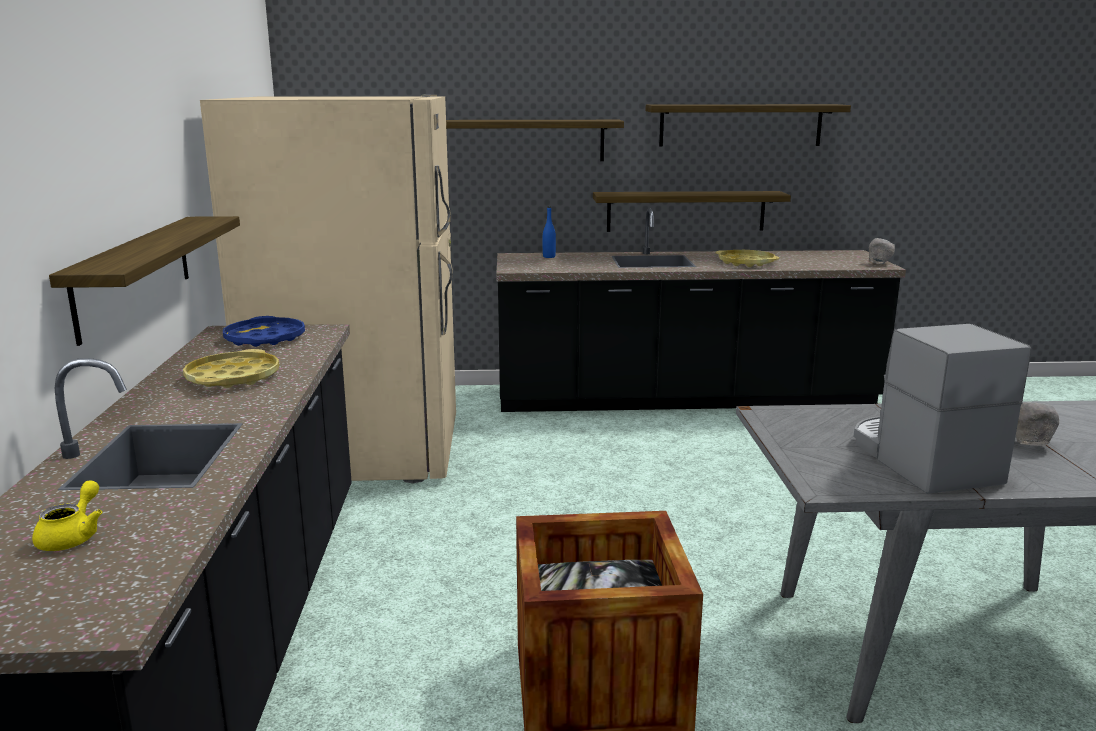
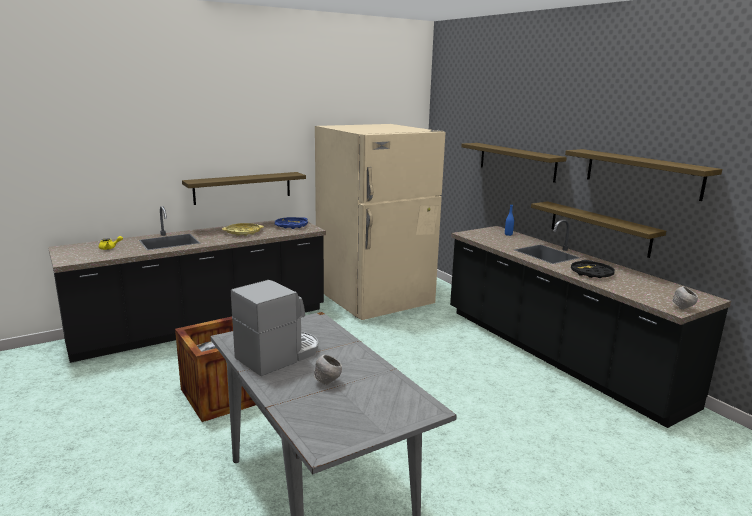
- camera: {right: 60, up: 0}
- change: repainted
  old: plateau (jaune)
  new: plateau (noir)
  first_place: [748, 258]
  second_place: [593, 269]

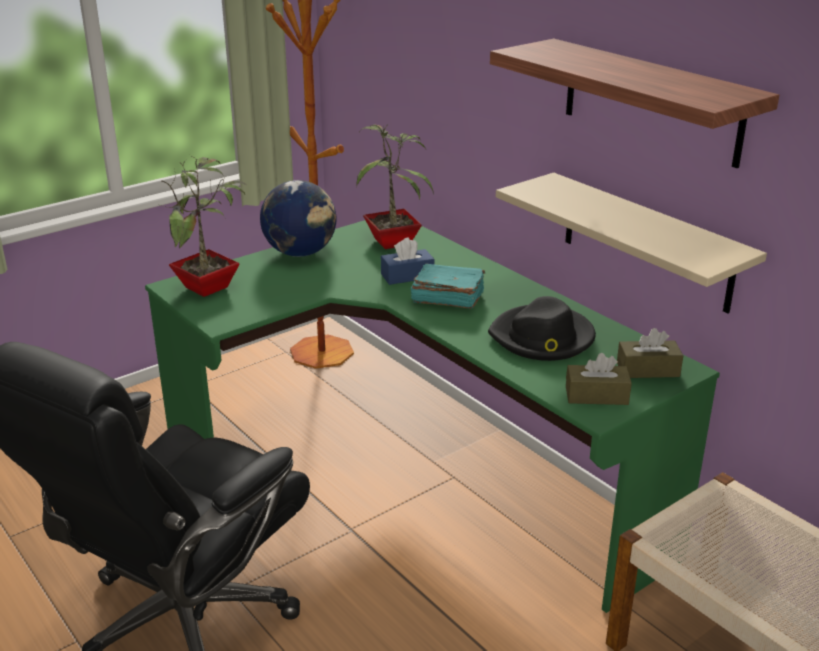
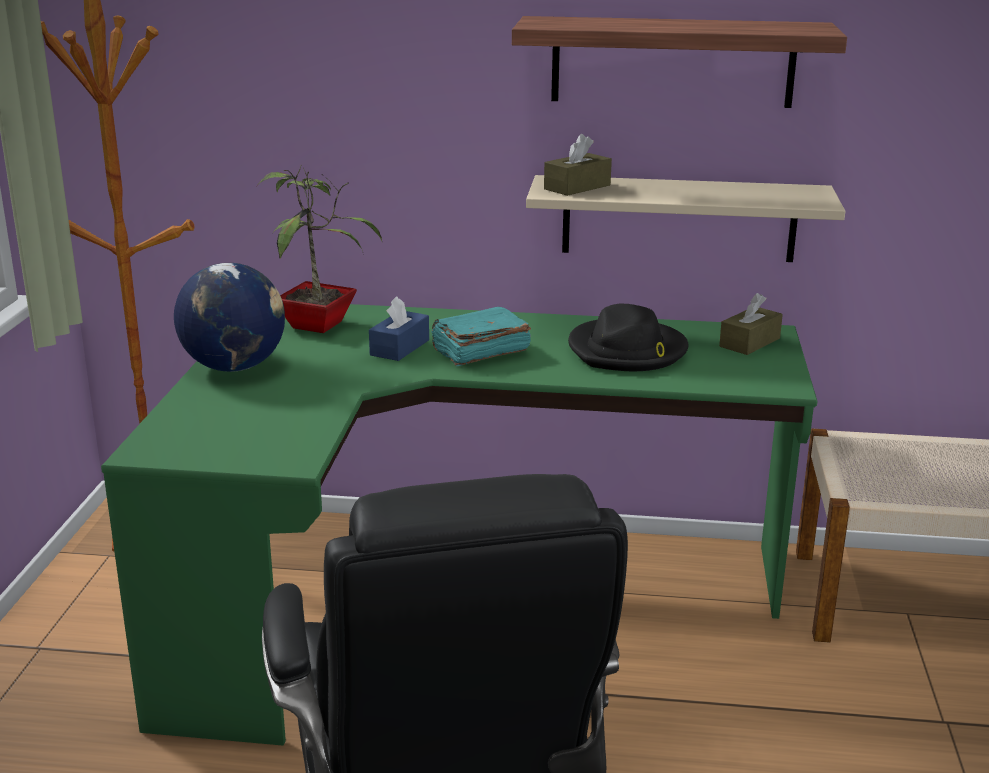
- camera: {right: -45, up: -5}
- change: gone
  old: plante en pot
  first_place: [203, 226]
- change: shifted
  old: boîte à mouchoirs (marron)
  first_place: [599, 379]
  second_place: [578, 165]

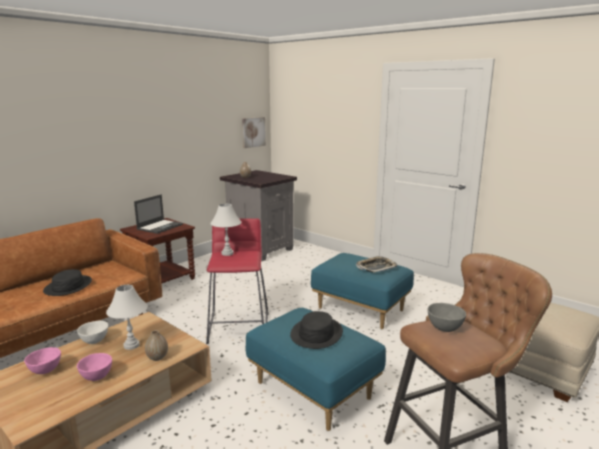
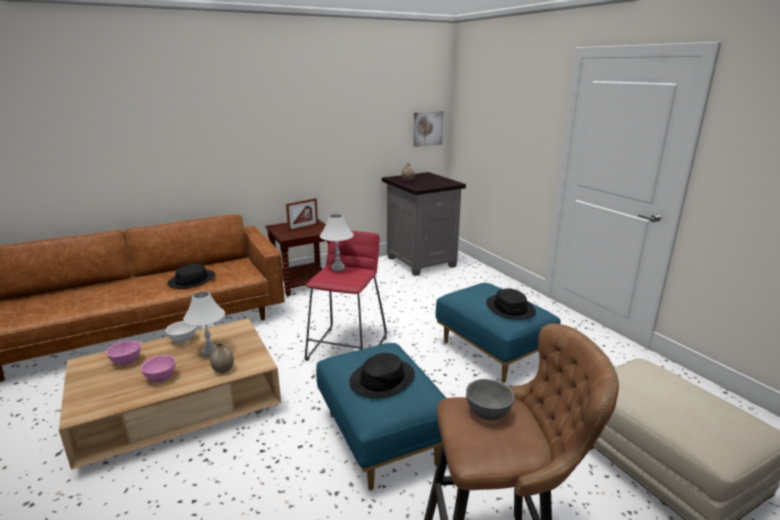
- camera: {right: 20, up: 5}
- change: swapped
  old: ordinateur portable
  new: cadre photo
  first_place: [158, 214]
  second_place: [302, 215]
- change: swapped
  old: plateau
  new: chapeau (noir)
  first_place: [377, 264]
  second_place: [511, 304]

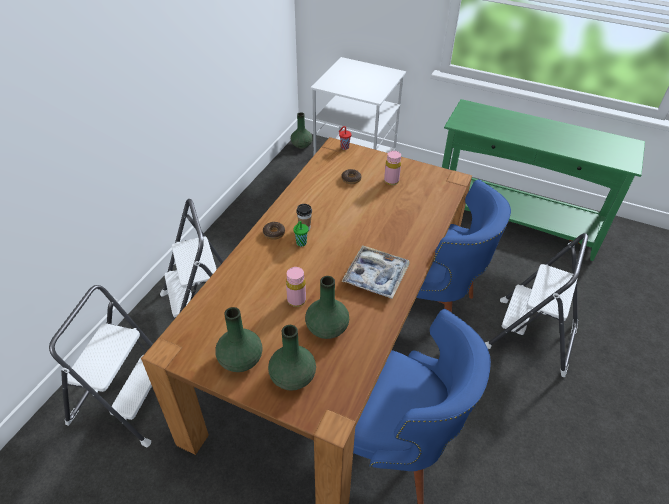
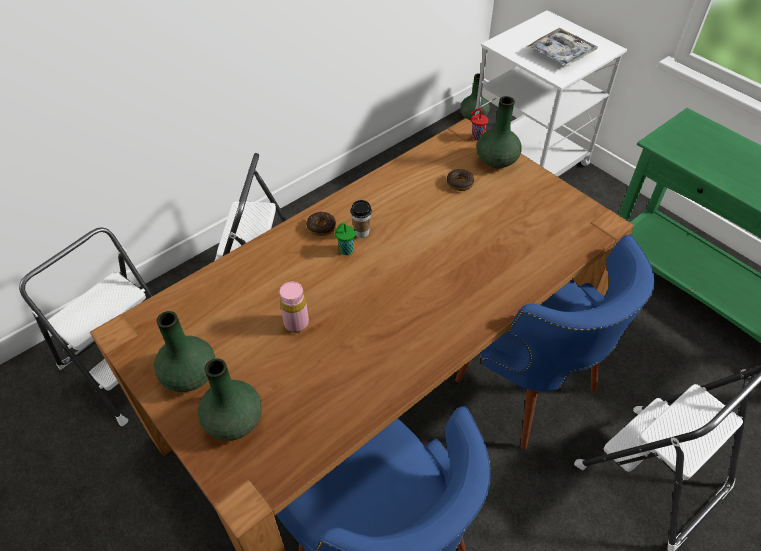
- camera: {right: 25, up: 5}
- change: shifted
  old: vase (vert)
  first_place: [327, 307]
  second_place: [499, 132]
- change: shifted
  old: plateau
  first_place: [375, 272]
  second_place: [563, 47]
- change: gone
  old: bouteille (rose)
  first_place: [392, 168]

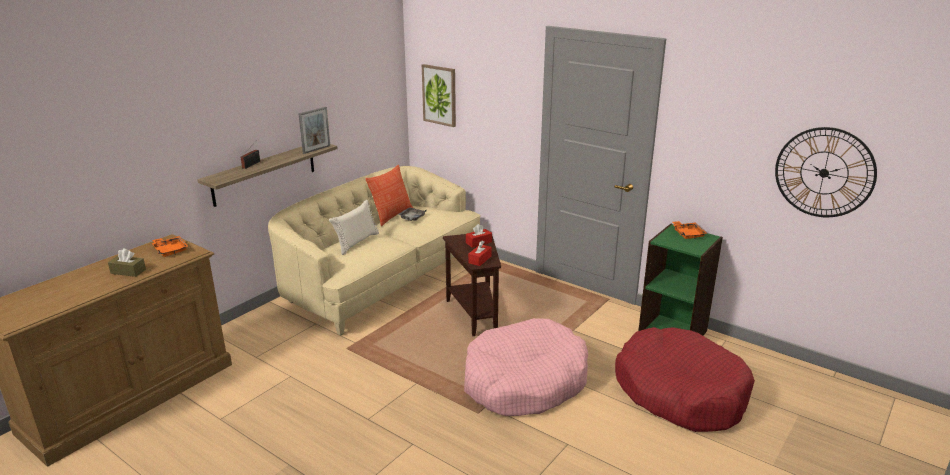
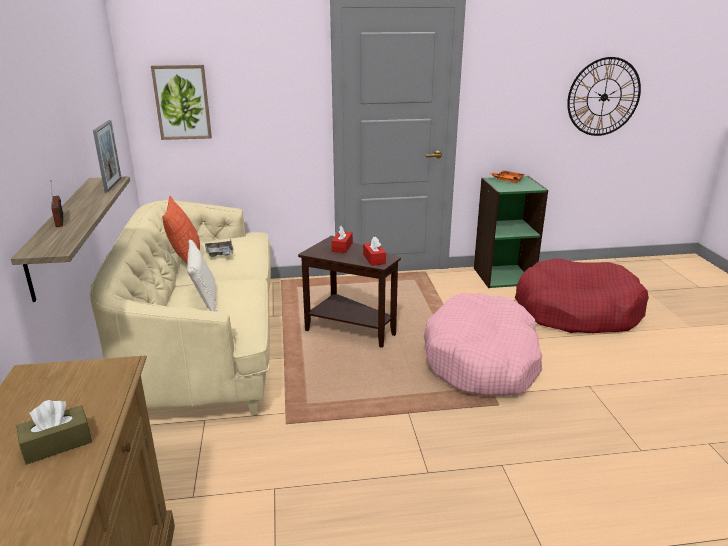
- camera: {right: -45, up: 0}
- change: gone
  old: plateau (orange)
  first_place: [170, 246]

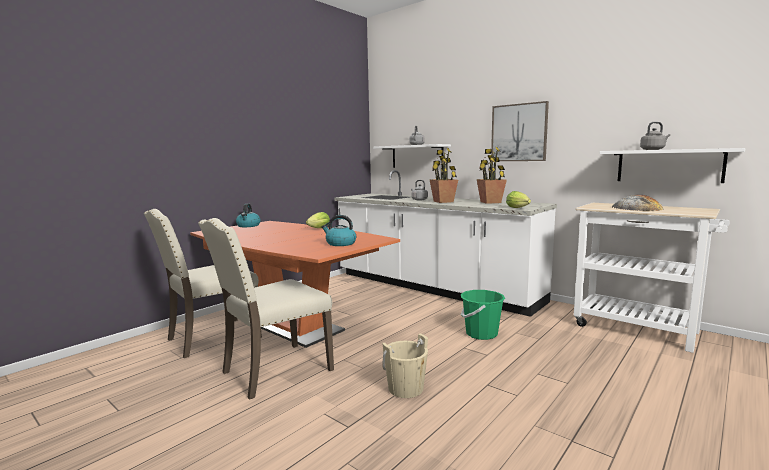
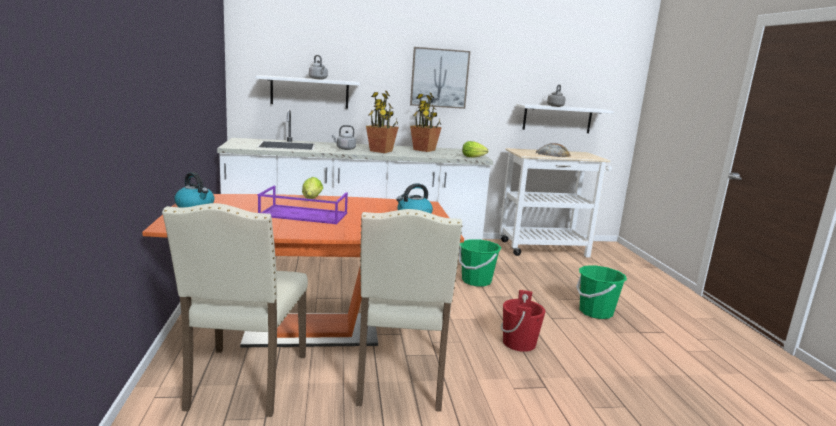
- camera: {right: -50, up: 5}
- change: repainted
  old: seau (beige)
  new: seau (rouge)
  first_place: [405, 365]
  second_place: [523, 321]
- change: new
  new: plateau (violet)
  second_place: [303, 205]
- change: new
  new: seau (vert)
  second_place: [601, 292]

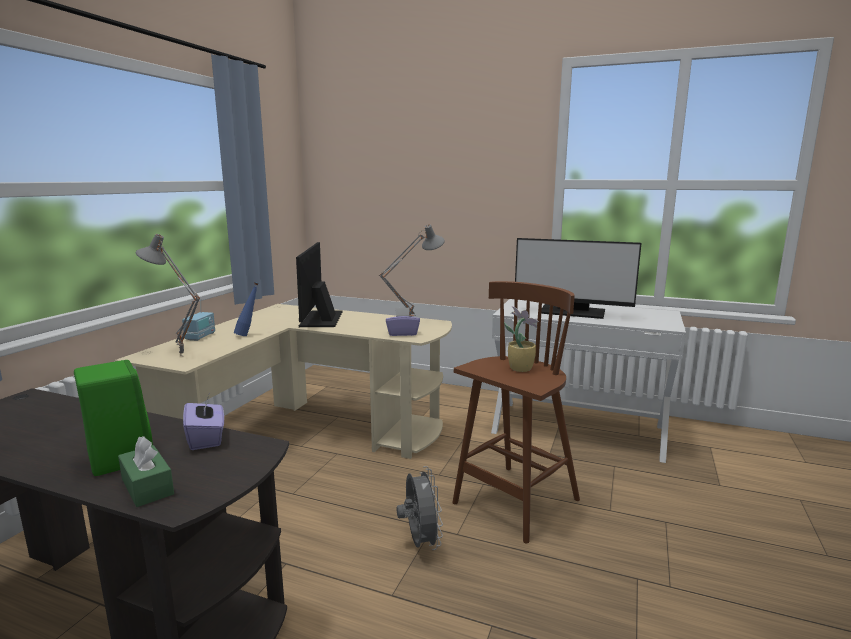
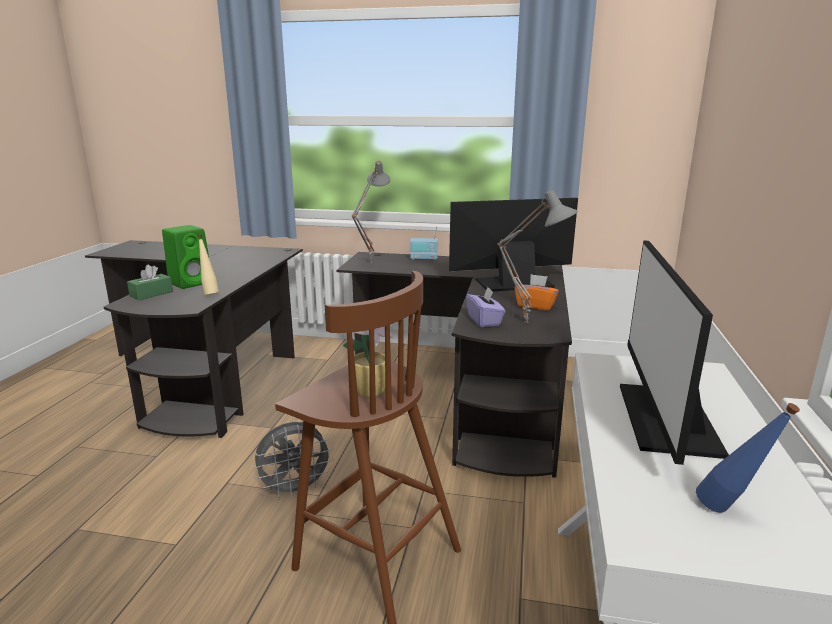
- camera: {right: 80, up: 5}
- change: repainted
  old: bureau (beige)
  new: bureau (noir)
  first_place: [283, 381]
  second_place: [454, 365]
- change: swapped
  old: boîte à mouchoirs (violet)
  new: bouteille (beige)
  first_place: [203, 422]
  second_place: [208, 264]
- change: shifted
  old: bouteille (bleu)
  first_place: [246, 309]
  second_place: [748, 458]
- change: new
  new: boîte à mouchoirs (orange)
  second_place: [536, 292]

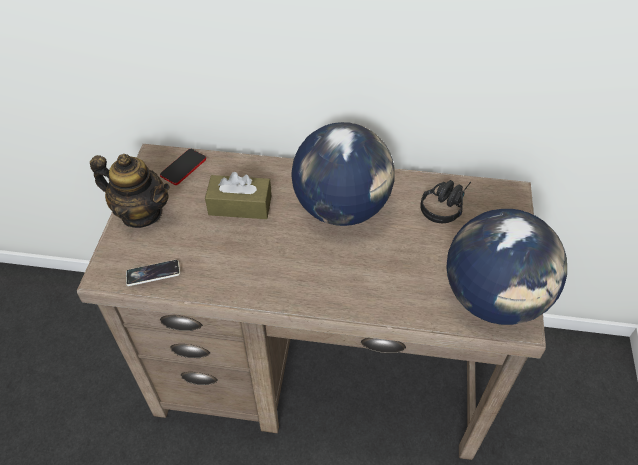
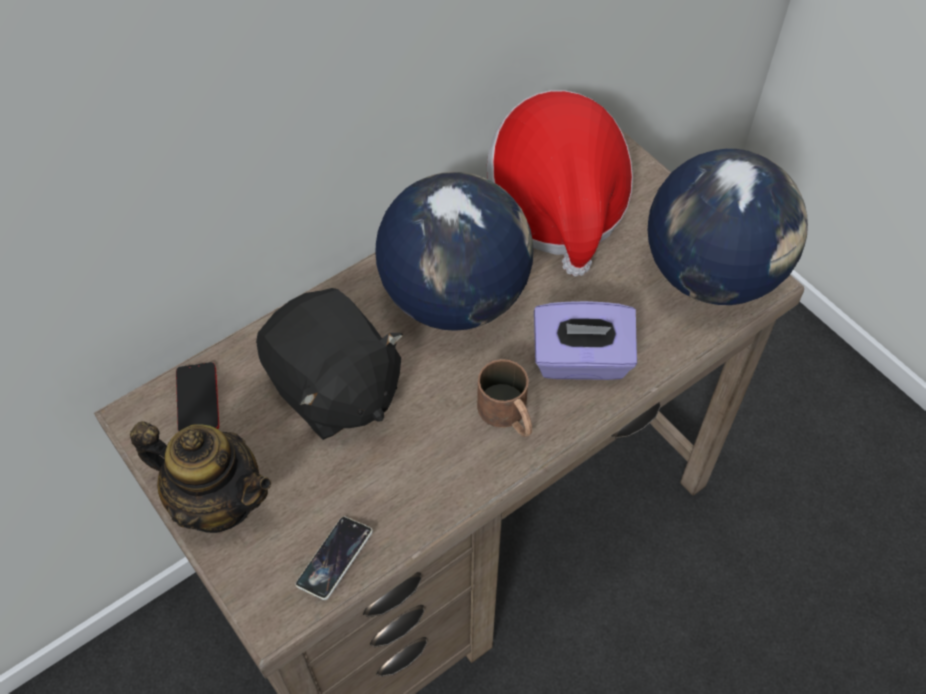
- camera: {right: -45, up: 5}
- change: rotated
  old: théière
  first_place: [130, 191]
  second_place: [200, 477]
  degrees: 45
- change: swapped
  old: boîte à mouchoirs (marron)
  new: peluche (noir)
  first_place: [238, 195]
  second_place: [329, 364]
- change: swapped
  old: casque audio (noir)
  new: chapeau
  first_place: [445, 201]
  second_place: [559, 183]
- change: new
  new: mug (marron)
  second_place: [504, 398]
- change: new
  new: boîte à mouchoirs (violet)
  second_place: [585, 340]

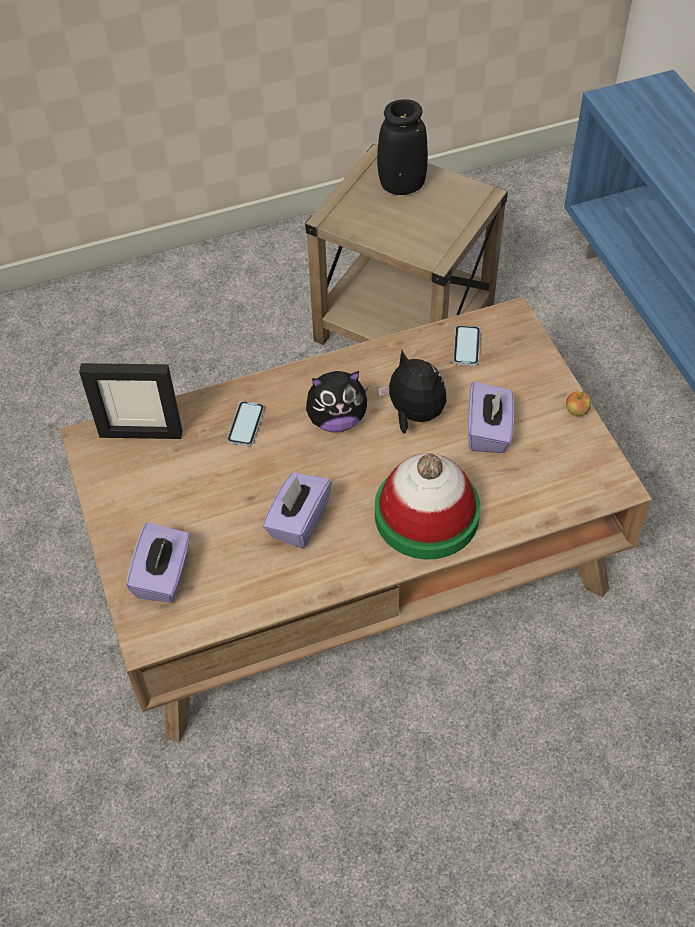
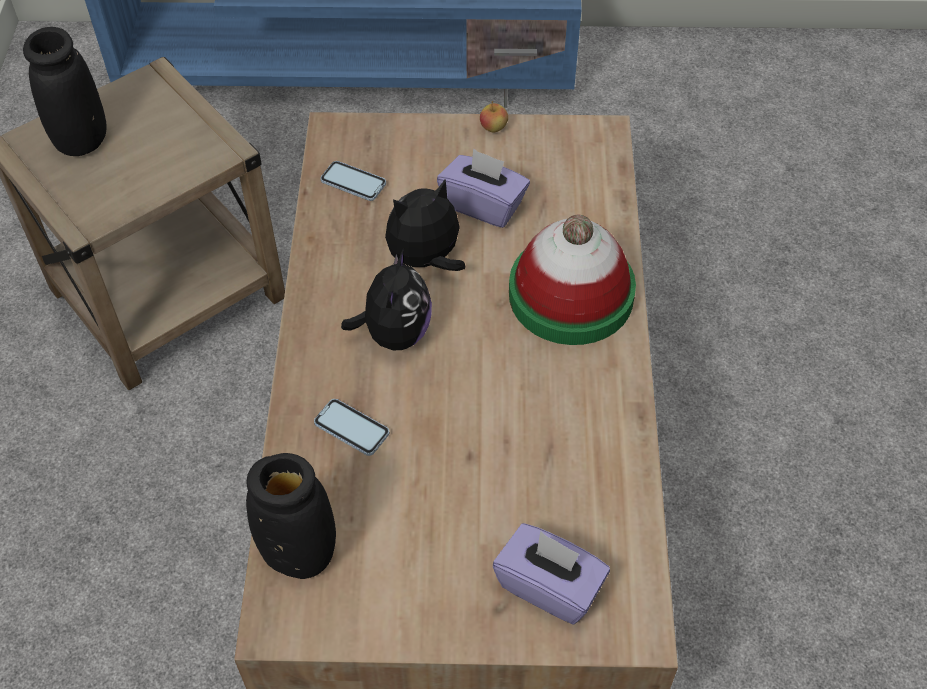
- camera: {right: -70, up: 0}
- change: swapped
  old: cadre photo
  new: vase (noir)
  first_place: [131, 401]
  second_place: [291, 516]
- change: gone
  old: boîte à mouchoirs (violet)
  first_place: [297, 510]

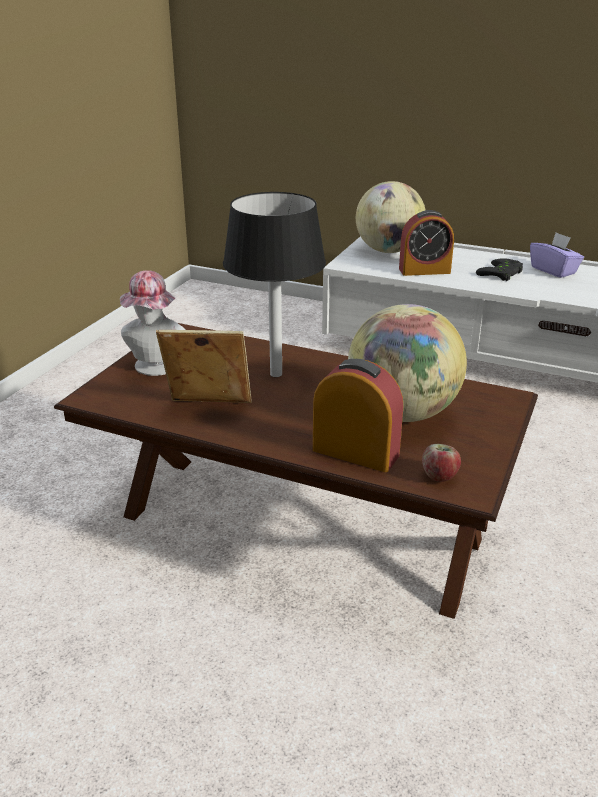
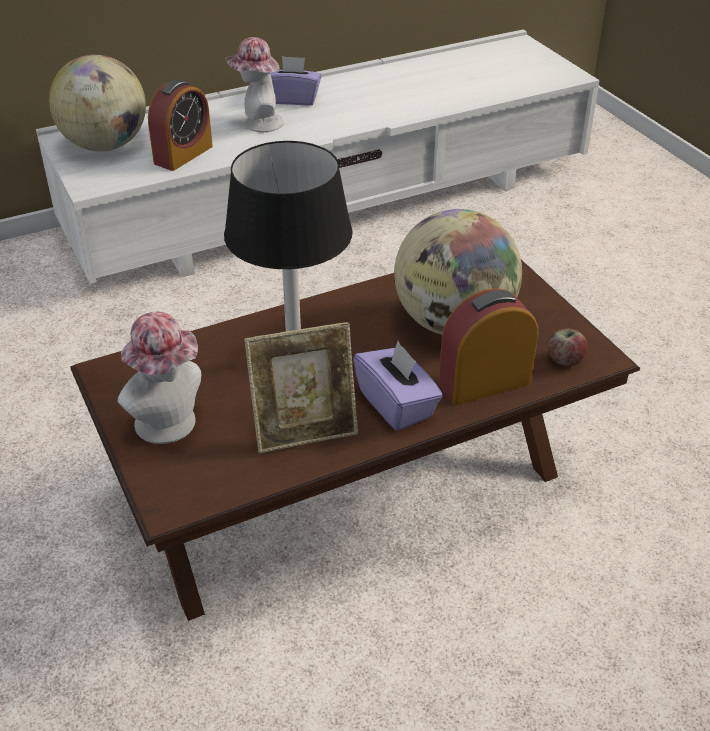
- camera: {right: -50, up: 10}
- change: rotated
  old: cadre photo
  first_place: [204, 366]
  second_place: [301, 388]
  degrees: -150
- change: swapped
  old: manette (noir)
  new: chapeau
  first_place: [499, 269]
  second_place: [255, 84]
- change: new
  new: boîte à mouchoirs (violet)
  second_place: [398, 386]

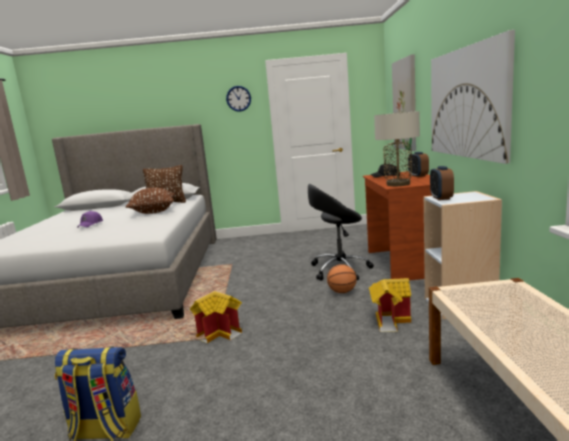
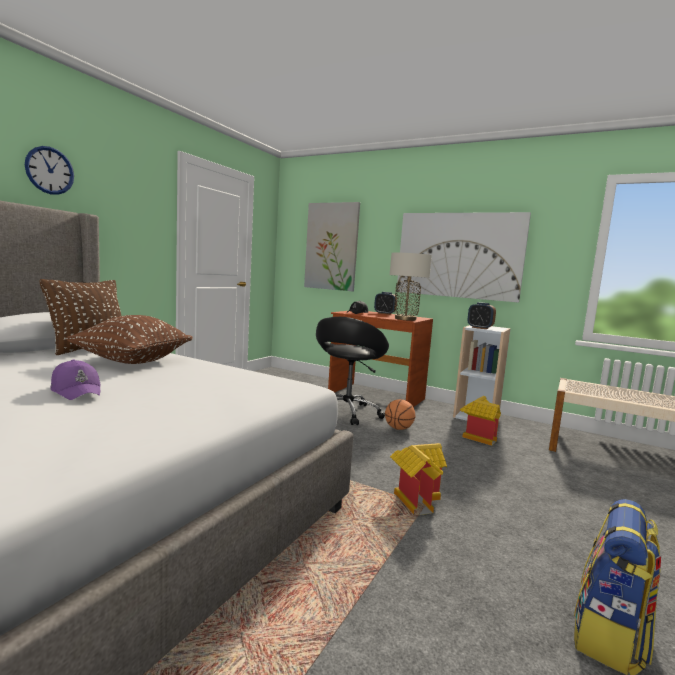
- camera: {right: -60, up: -5}
- change: shifted
  old: horloge murale
  first_place: [238, 99]
  second_place: [49, 170]

